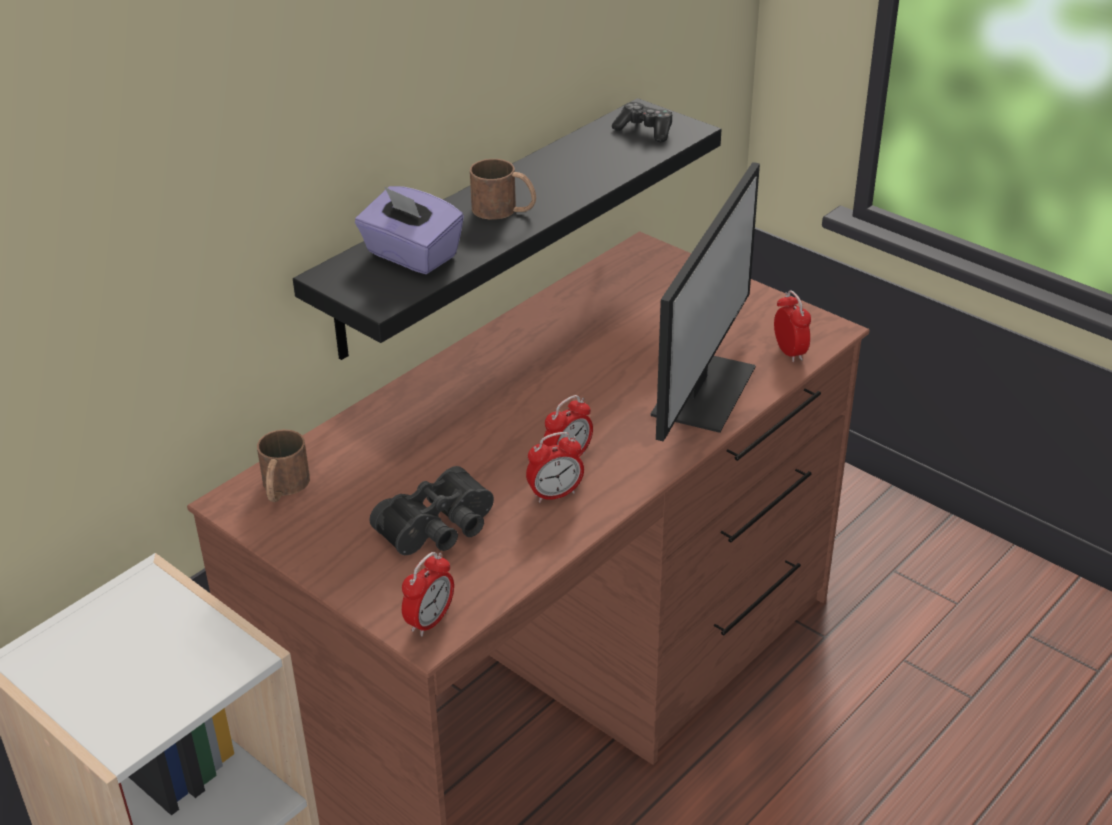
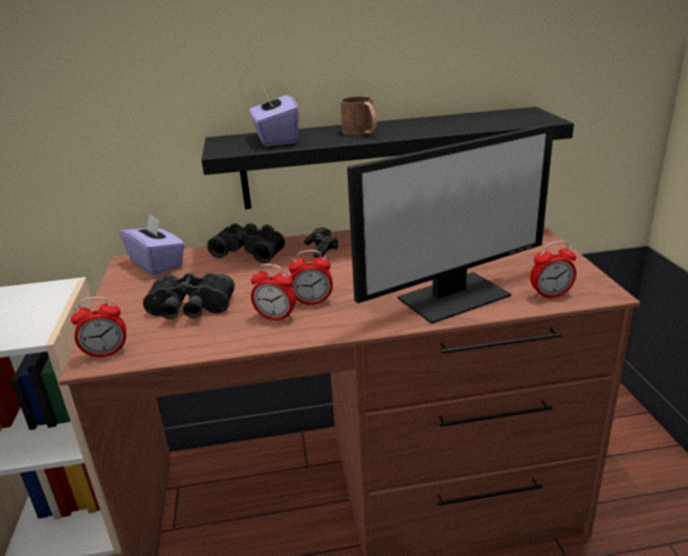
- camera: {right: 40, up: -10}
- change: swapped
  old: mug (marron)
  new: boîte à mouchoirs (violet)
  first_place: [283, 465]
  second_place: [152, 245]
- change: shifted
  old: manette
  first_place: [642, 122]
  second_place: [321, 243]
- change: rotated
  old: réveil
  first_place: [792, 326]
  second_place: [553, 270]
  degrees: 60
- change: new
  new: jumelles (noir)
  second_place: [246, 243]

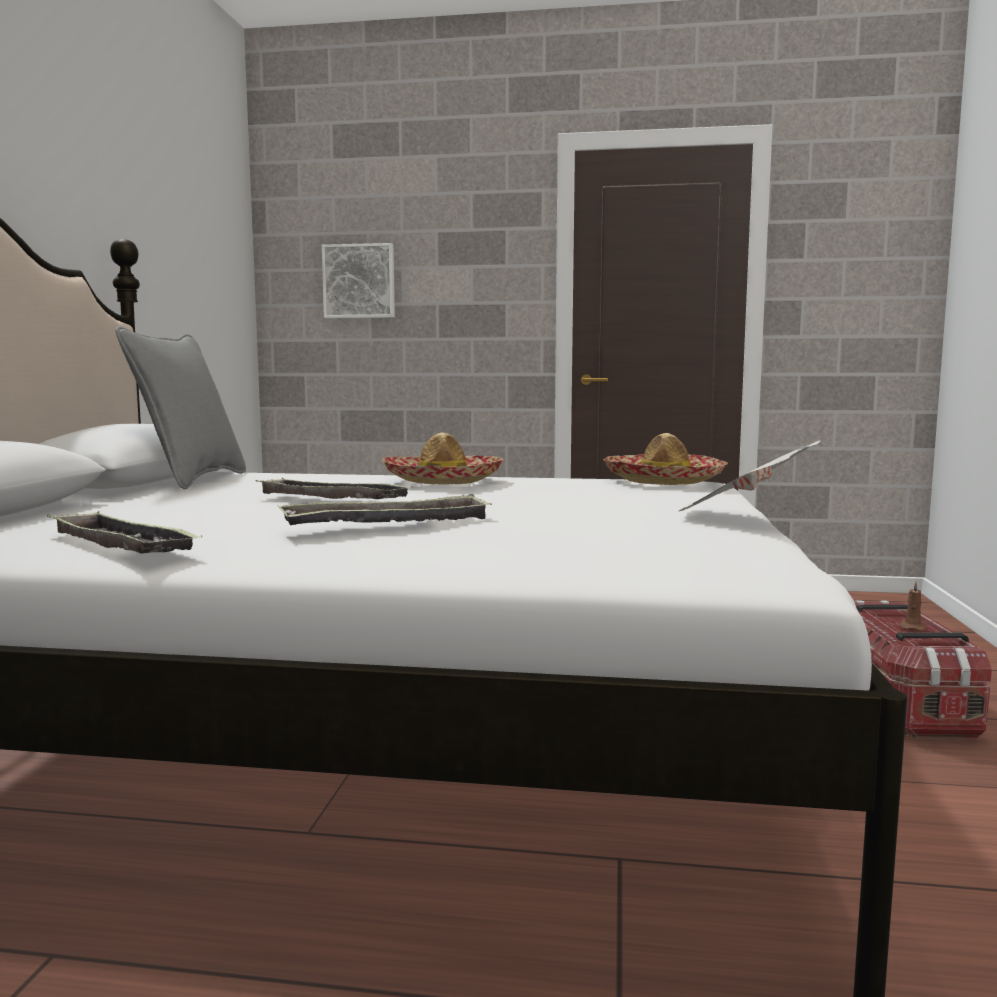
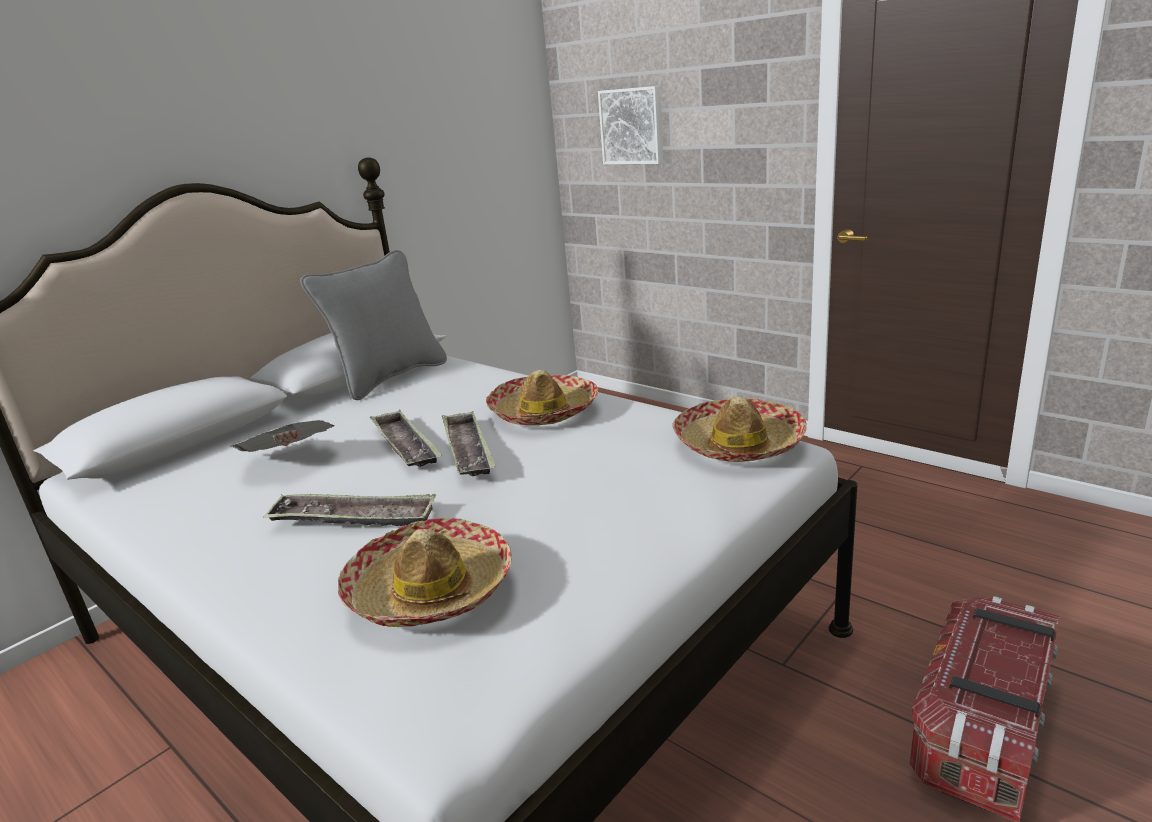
- camera: {right: 35, up: 15}
- change: shifted
  old: plateau
  first_place: [124, 532]
  second_place: [469, 443]
- change: shifted
  old: journal
  first_place: [750, 475]
  second_place: [282, 436]
- change: gone
  old: bougie (marron)
  first_place: [913, 606]
- change: new
  new: chapeau
  second_place: [425, 572]

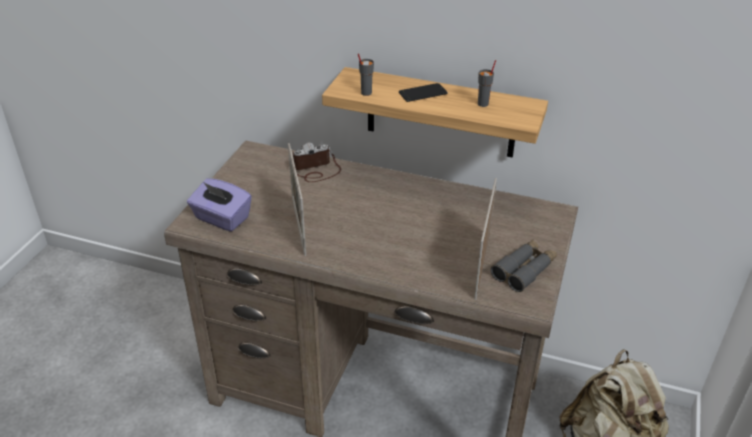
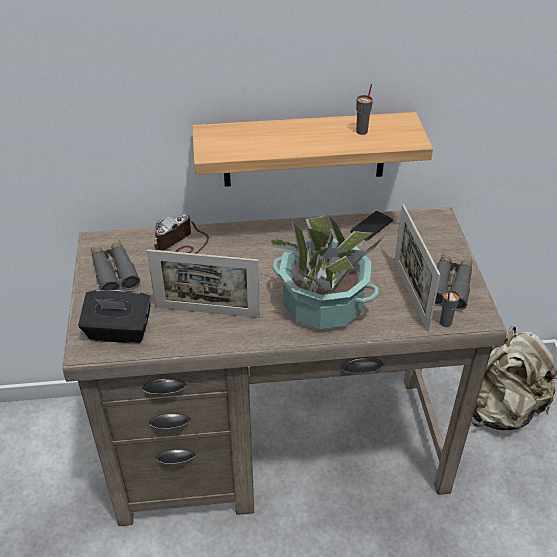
- camera: {right: -25, up: 5}
- change: repainted
  old: boîte à mouchoirs (violet)
  new: boîte à mouchoirs (noir)
  first_place: [219, 205]
  second_place: [114, 316]
- change: rotated
  old: cadre photo
  first_place: [297, 199]
  second_place: [203, 283]
  degrees: -45
- change: shifted
  old: tasse (gris)
  first_place: [366, 75]
  second_place: [450, 308]
- change: shifted
  old: téléphone
  first_place: [423, 92]
  second_place: [371, 226]
- change: new
  new: jumelles (gris)
  second_place: [115, 265]
- change: new
  new: plante en pot
  second_place: [326, 272]

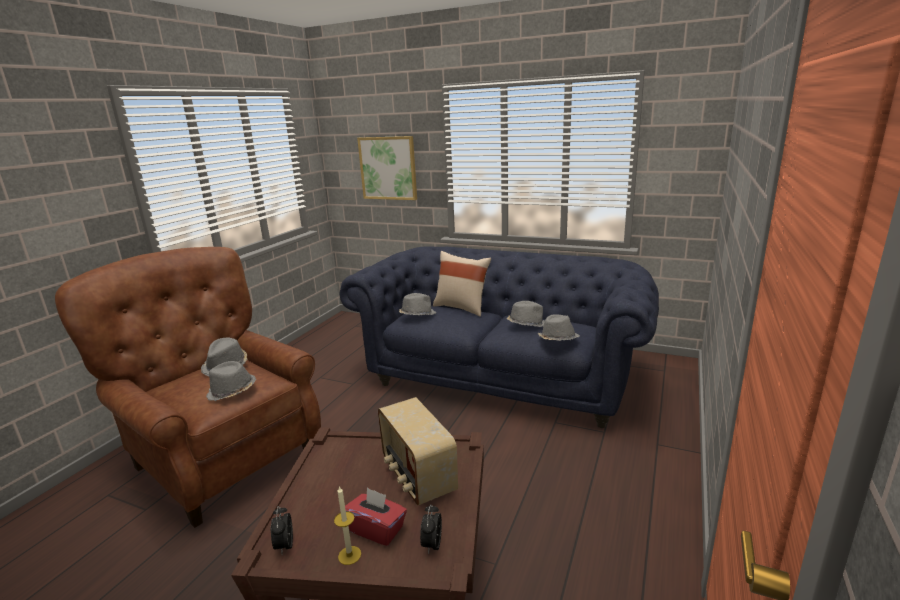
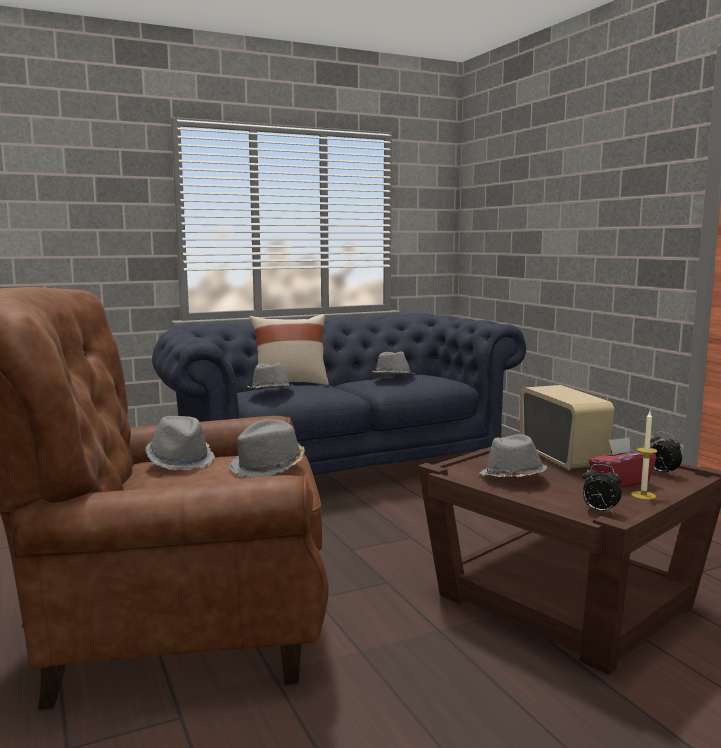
- camera: {right: -50, up: -10}
- change: gone
  old: tableau
  first_place: [387, 168]
- change: rotated
  old: radio
  first_place: [418, 451]
  second_place: [567, 427]
  degrees: -120
- change: shifted
  old: chapeau (gris)
  first_place: [559, 327]
  second_place: [513, 455]

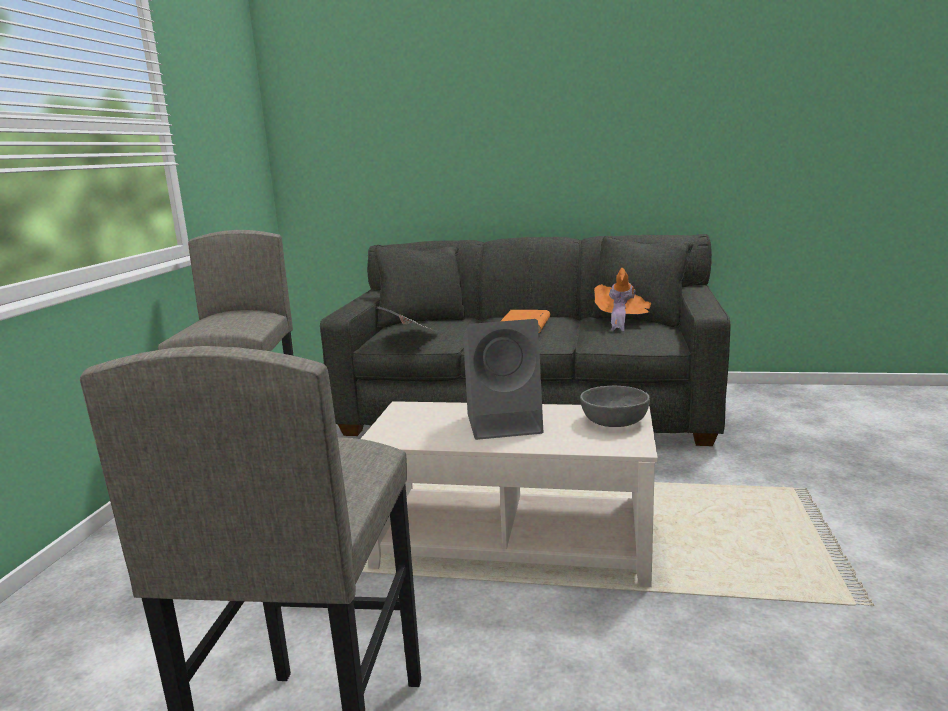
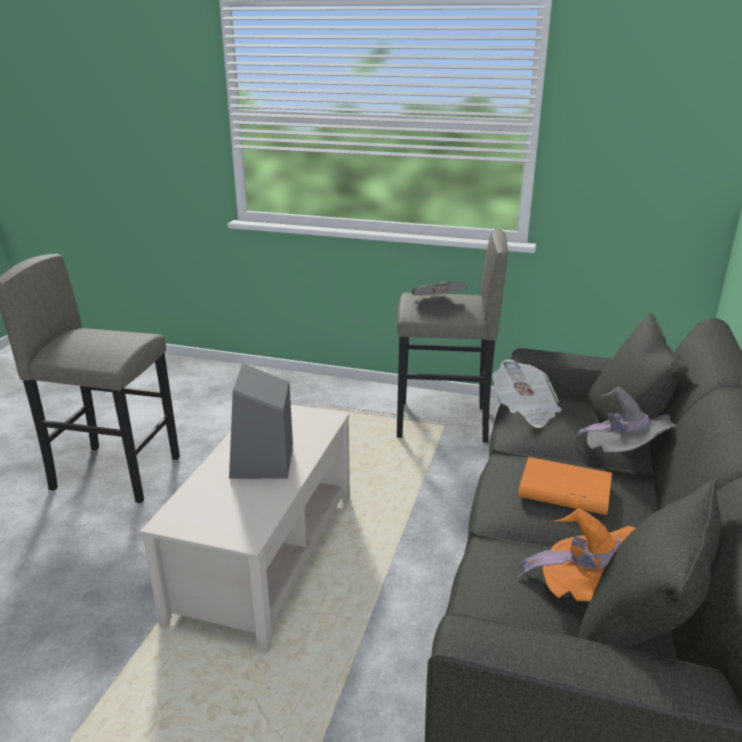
- camera: {right: 95, up: 10}
- change: gone
  old: bol (gris)
  first_place: [615, 406]
- change: new
  new: journal
  second_place: [439, 288]
- change: new
  new: chapeau (gris)
  second_place: [623, 419]

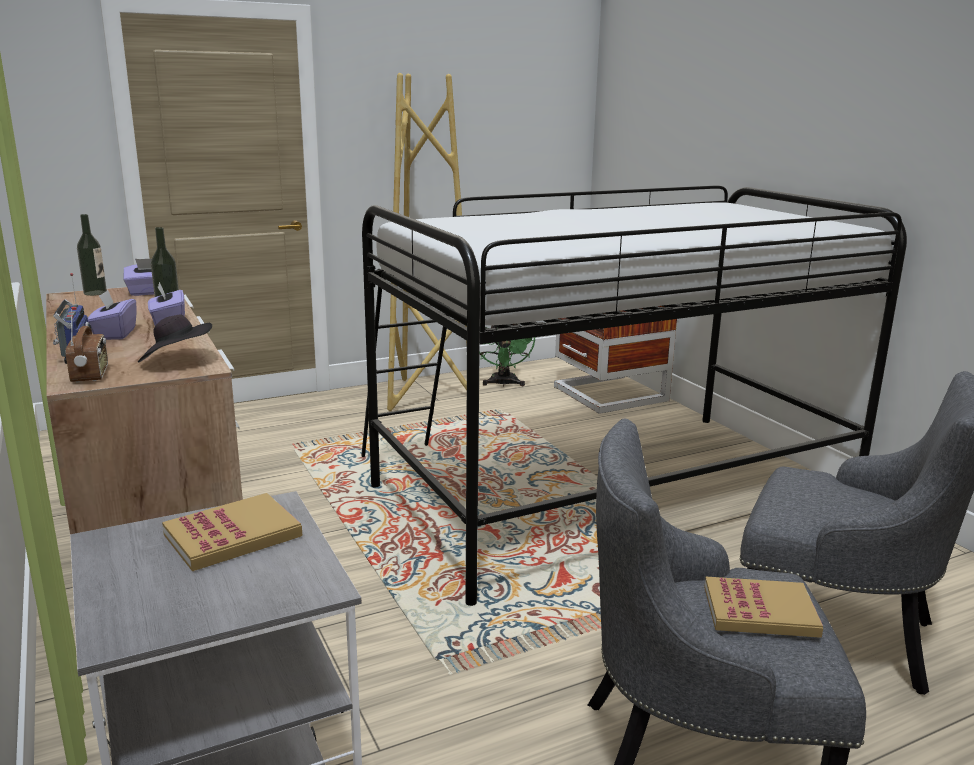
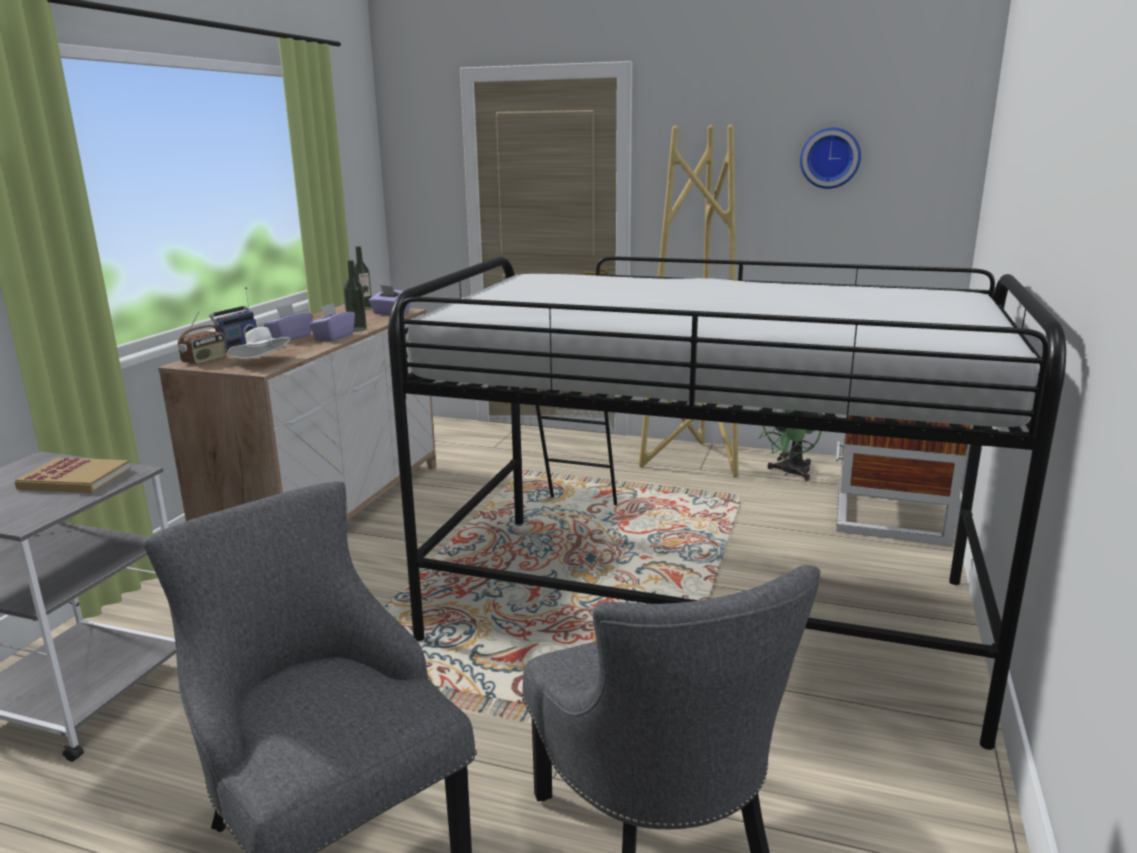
- camera: {right: 45, up: 0}
- change: repainted
  old: chapeau (noir)
  new: chapeau (blanc)
  first_place: [175, 338]
  second_place: [259, 342]
- change: gone
  old: livre
  first_place: [763, 607]
- change: new
  new: horloge murale
  second_place: [830, 158]

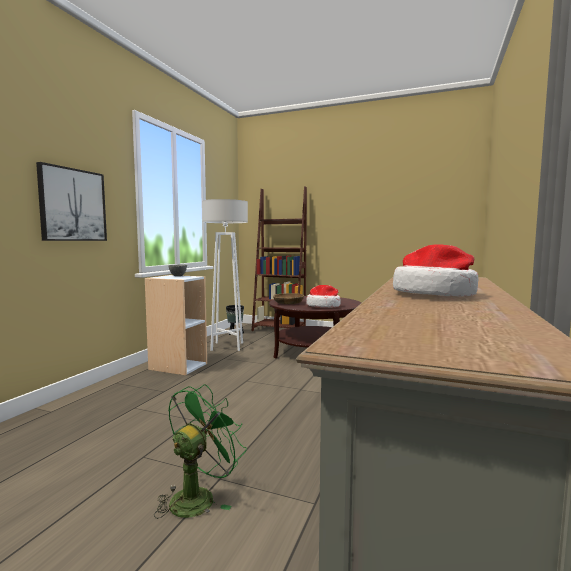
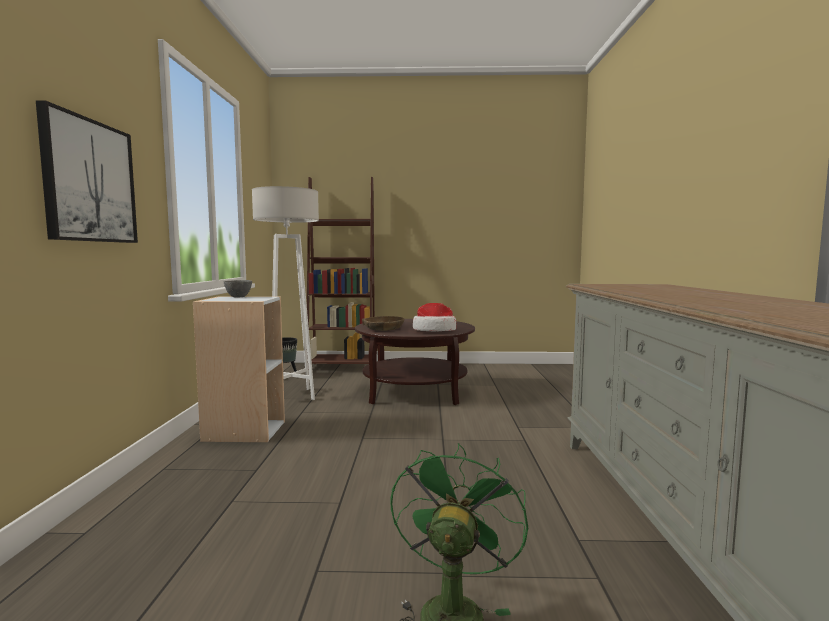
- camera: {right: -20, up: 0}
- change: gone
  old: chapeau
  first_place: [436, 270]

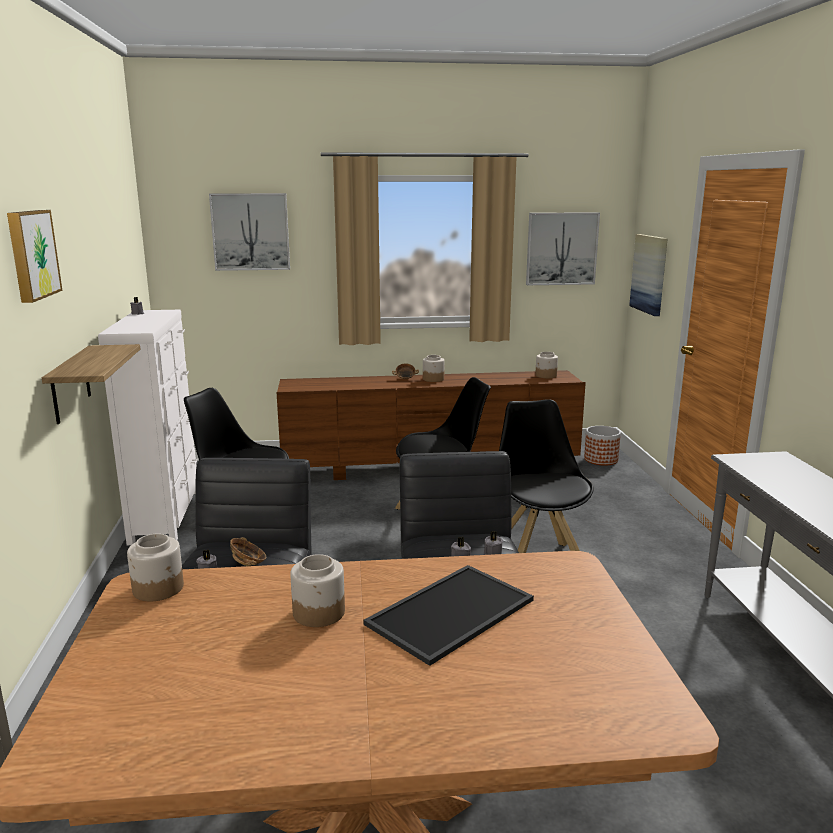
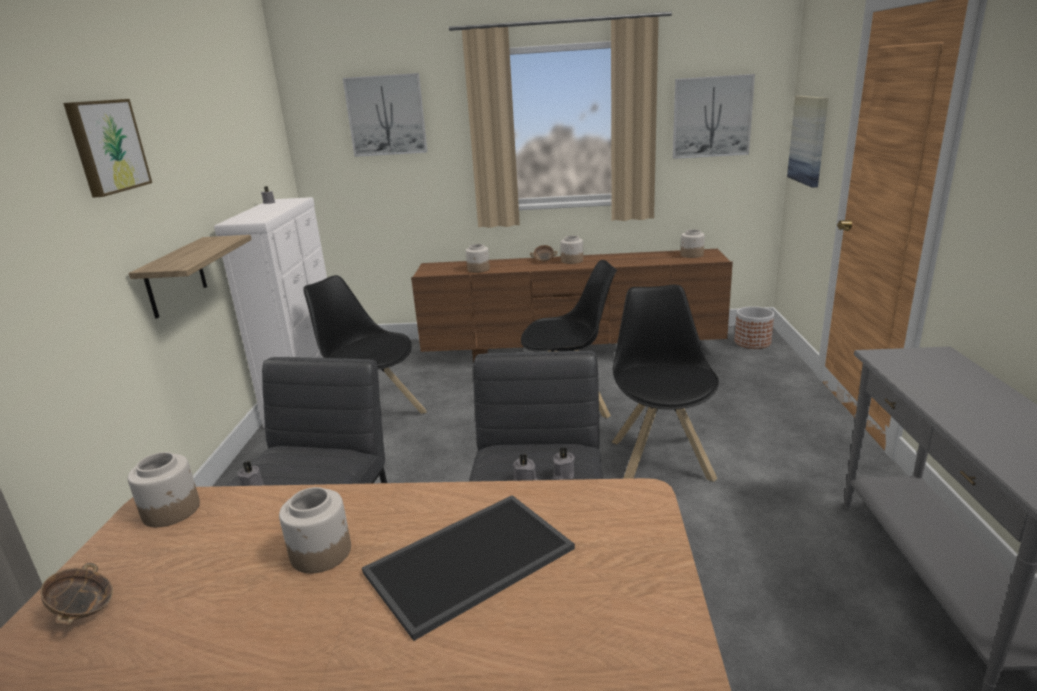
- camera: {right: 10, up: 5}
- change: shifted
  old: bol
  first_place: [248, 551]
  second_place: [77, 595]
- change: new
  new: bocal
  second_place: [478, 258]

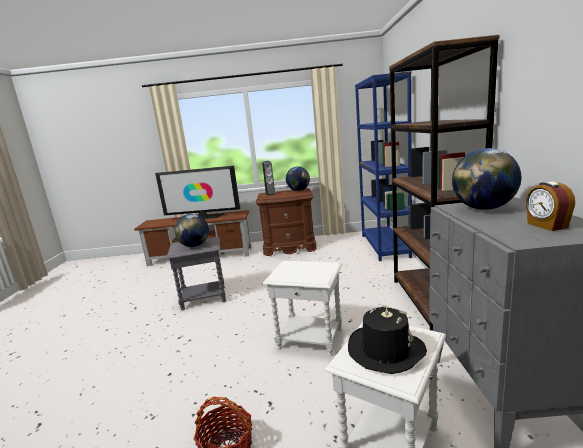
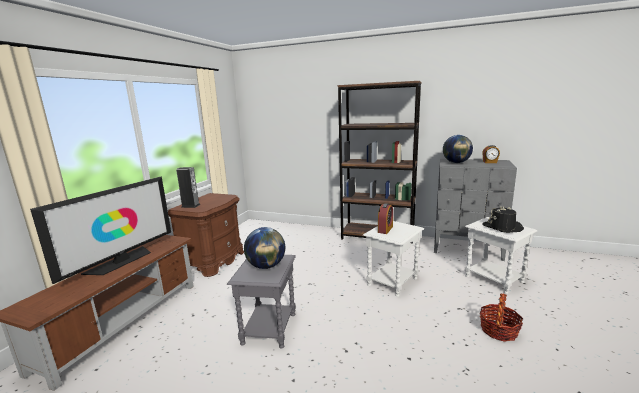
- camera: {right: -70, up: 0}
- change: gone
  old: globe
  first_place: [298, 178]
- change: gone
  old: bibliothèque (bleu)
  first_place: [383, 166]
- change: new
  new: réveil
  second_place: [385, 218]

